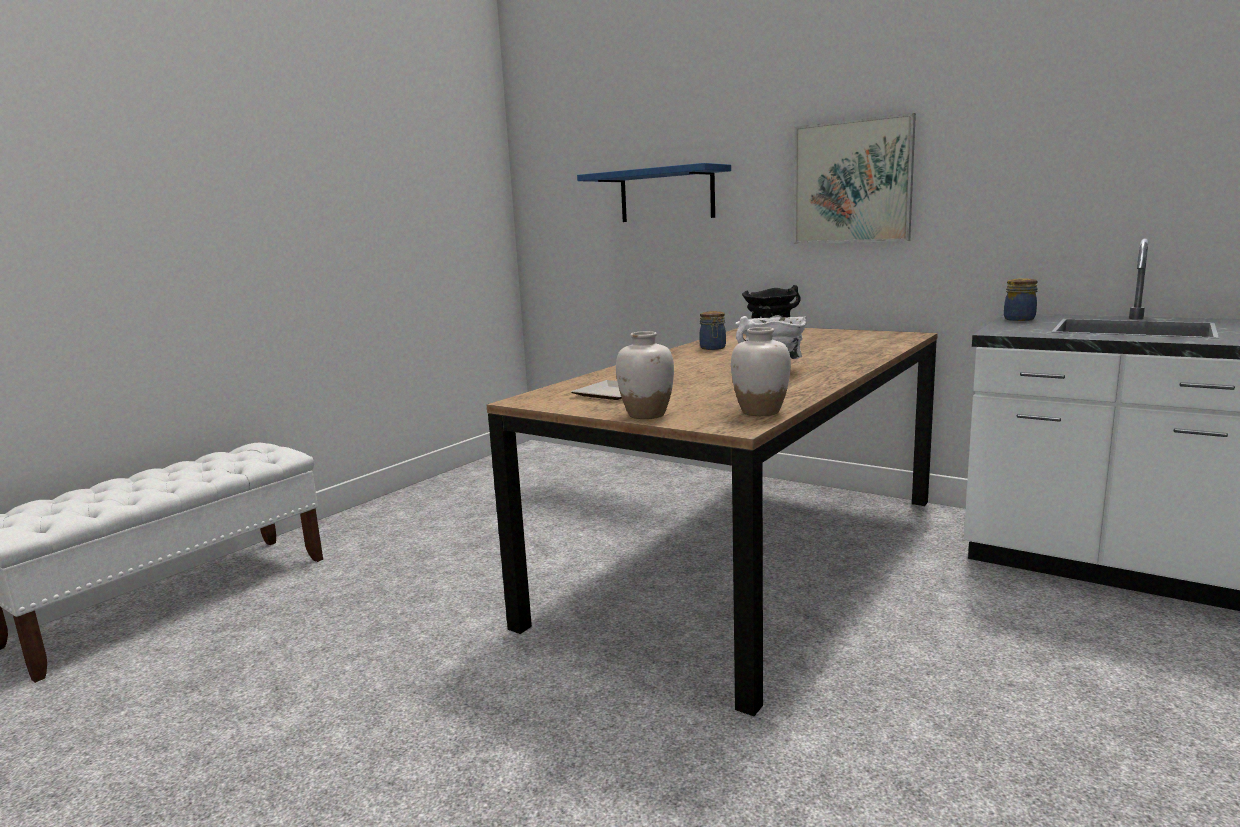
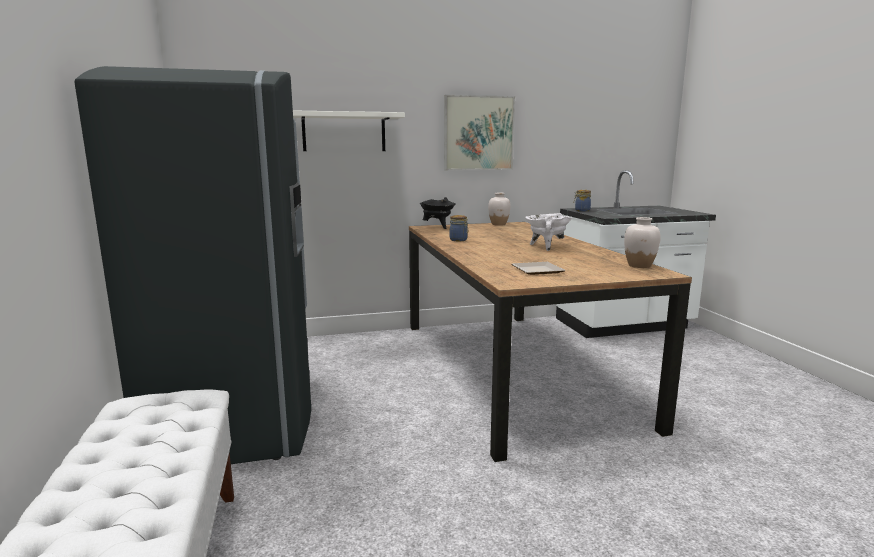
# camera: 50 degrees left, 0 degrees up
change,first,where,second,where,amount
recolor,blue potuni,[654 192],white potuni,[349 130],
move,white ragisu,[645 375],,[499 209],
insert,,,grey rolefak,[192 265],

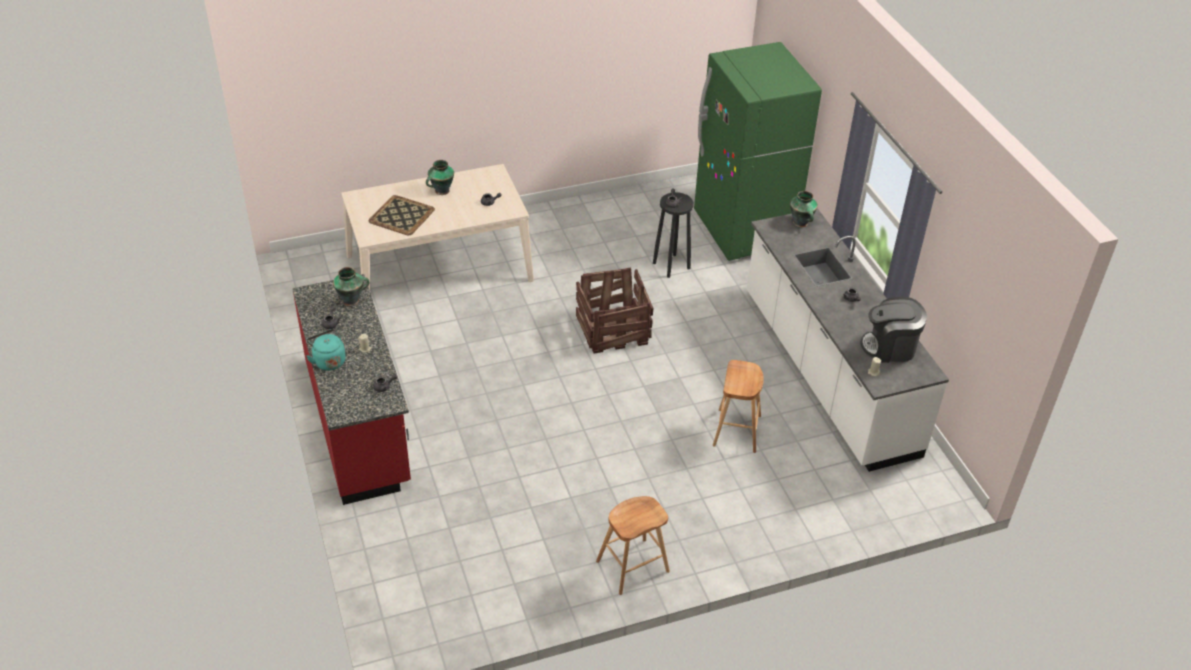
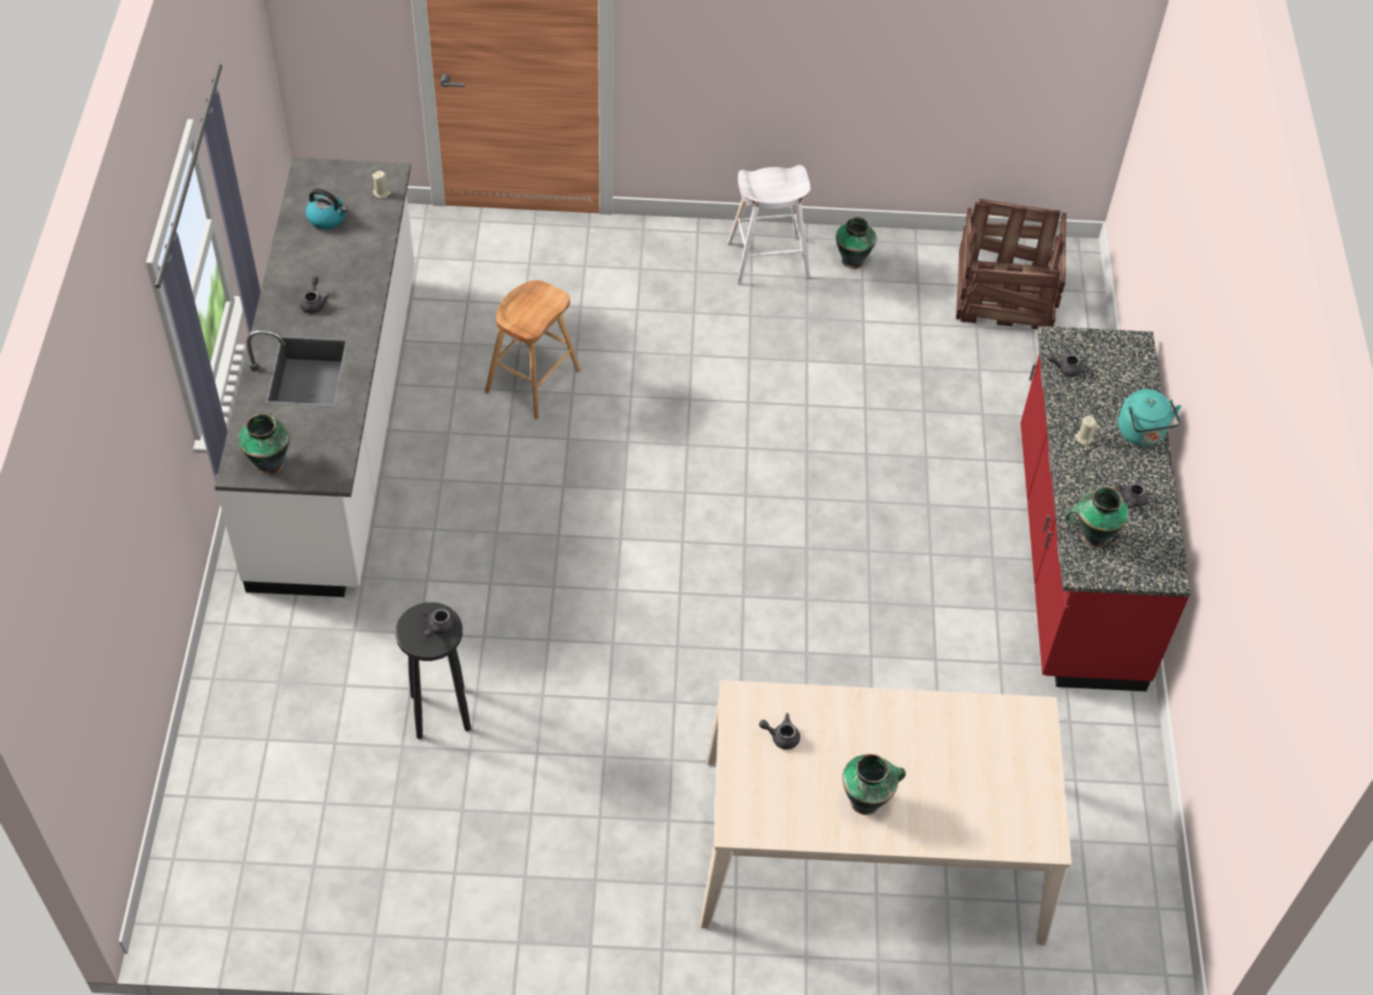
# camera: 160 degrees left, 10 degrees up
change,first,where,second,where,amount
delete,green rolefak,[758 151],,,
delete,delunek,[402 215],,,
move,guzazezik,[615 310],,[1011 264],
replace,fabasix,[894 330],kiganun,[326 209],
recolor,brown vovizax,[633 545],white vovizax,[769 225],
insert,,,ragisu,[856 243],

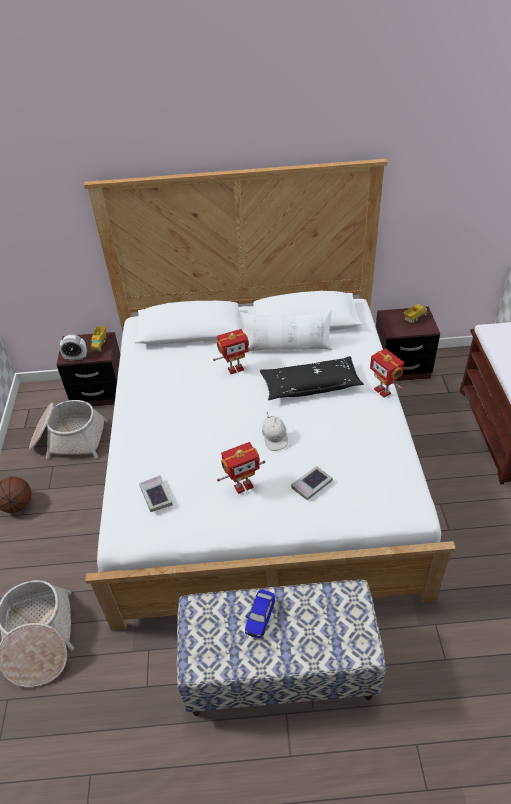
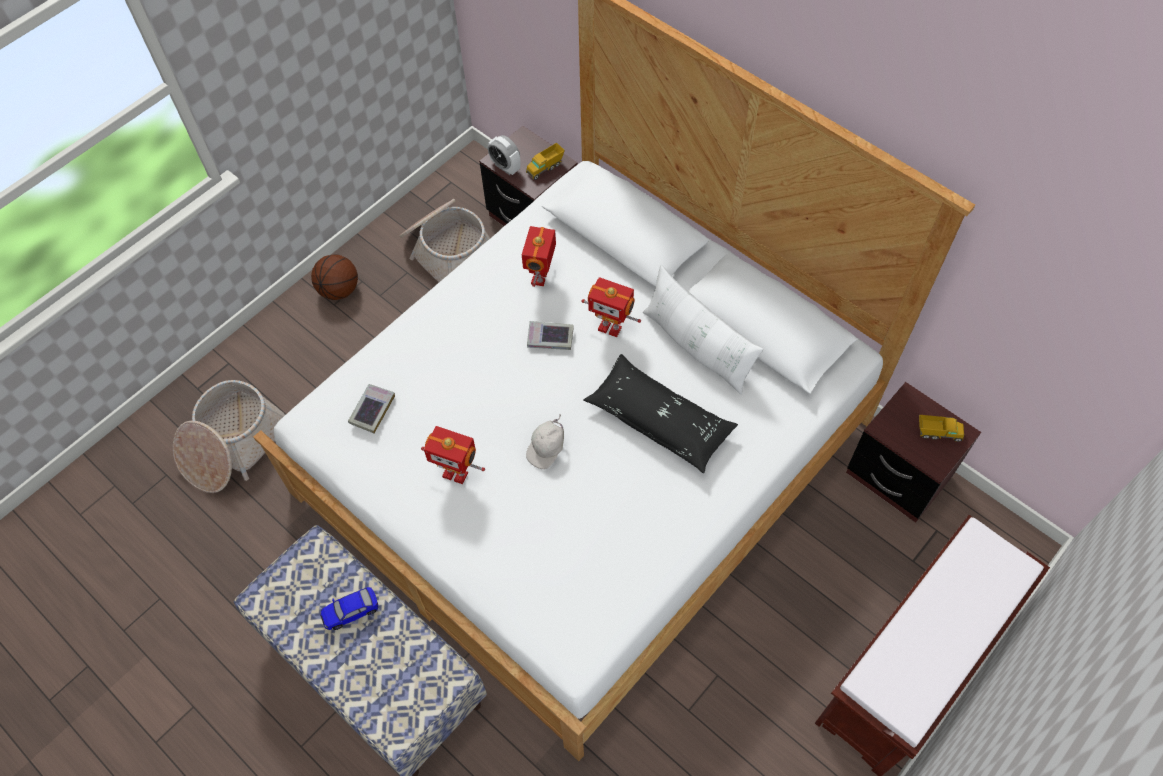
# camera: 45 degrees right, 15 degrees up
change,first,where,second,where,amount
move,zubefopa,[387 373],,[539 256],
move,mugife,[312 483],,[550 335],

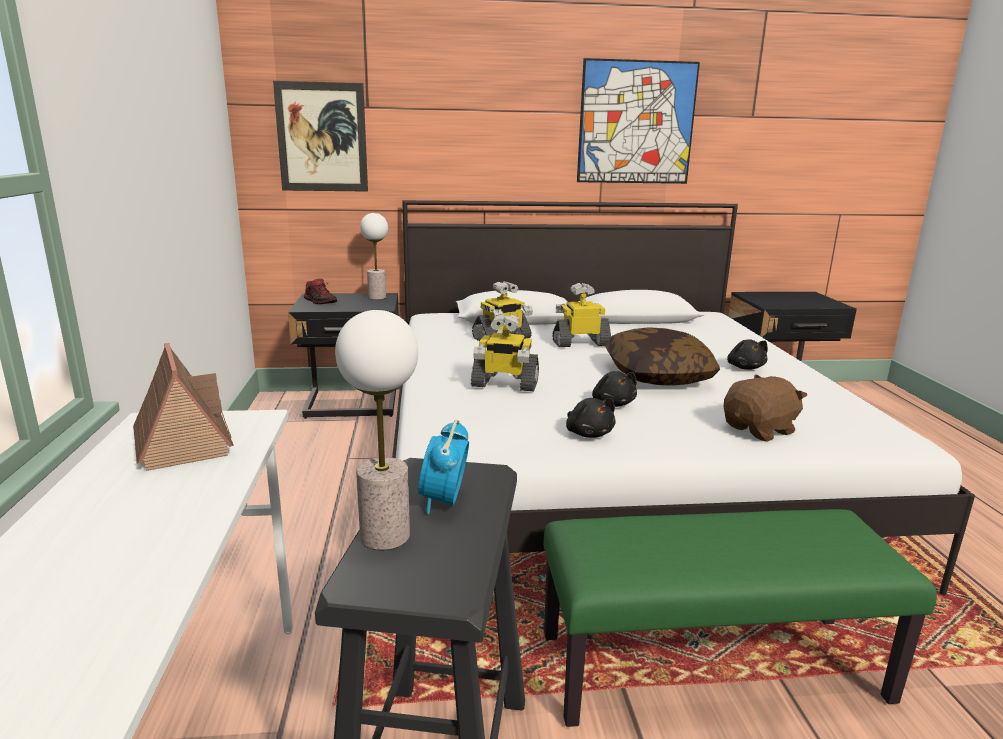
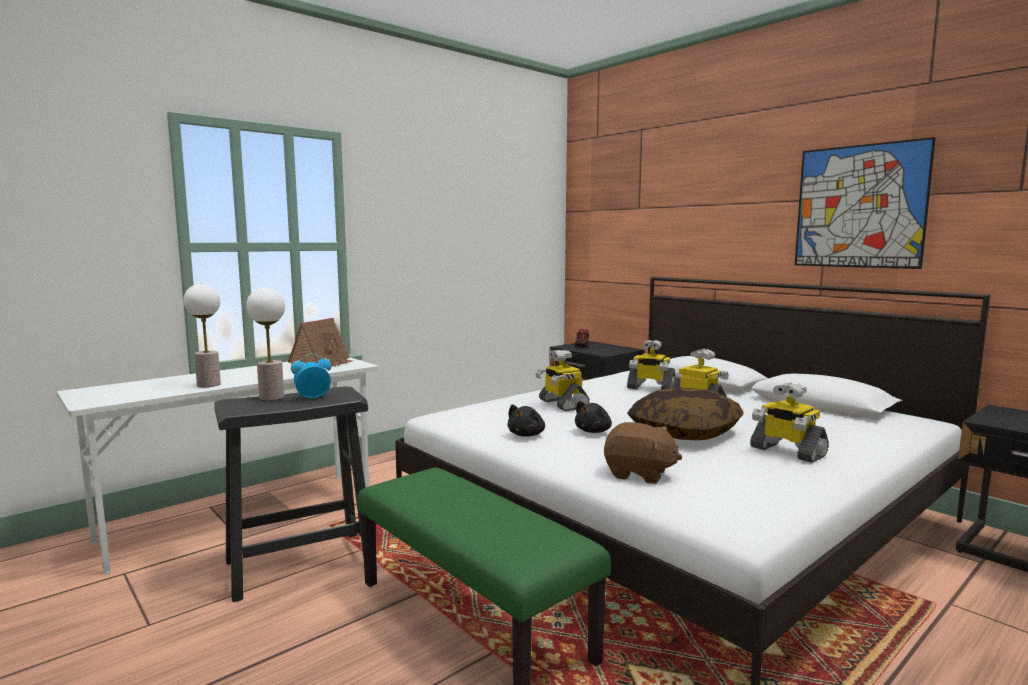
# camera: 55 degrees right, 10 degrees down
change,first,where,second,where,amount
delete,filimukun,[320 136],,,
move,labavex,[374 256],,[202 335],
replace,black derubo,[747 354],zubefopa,[789 422],

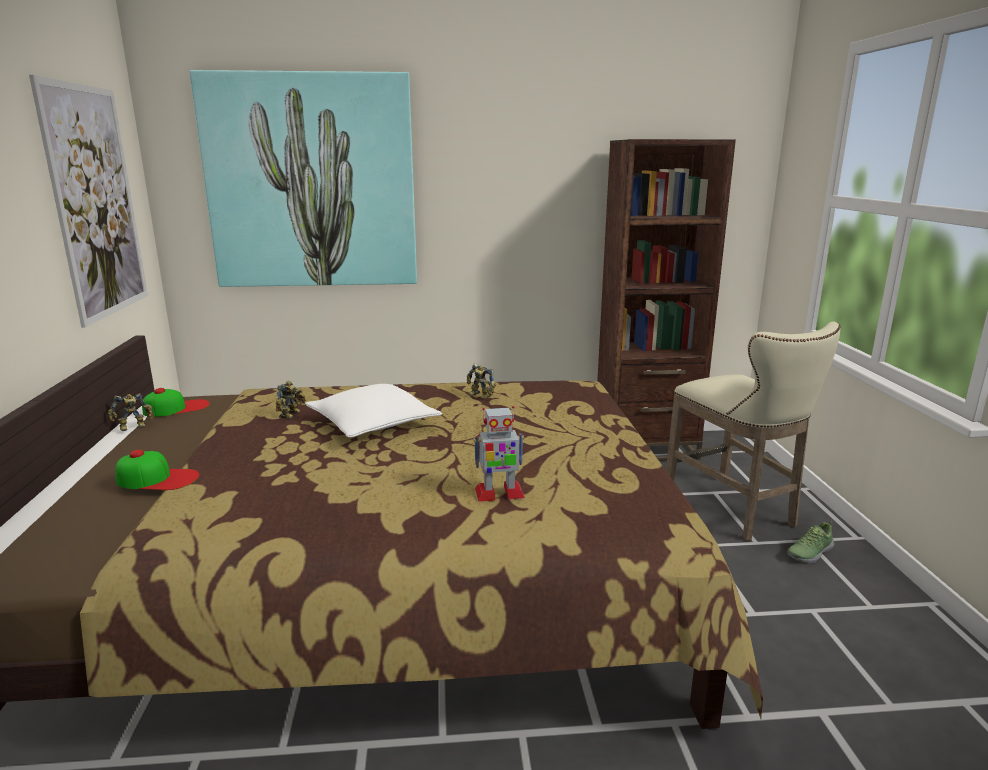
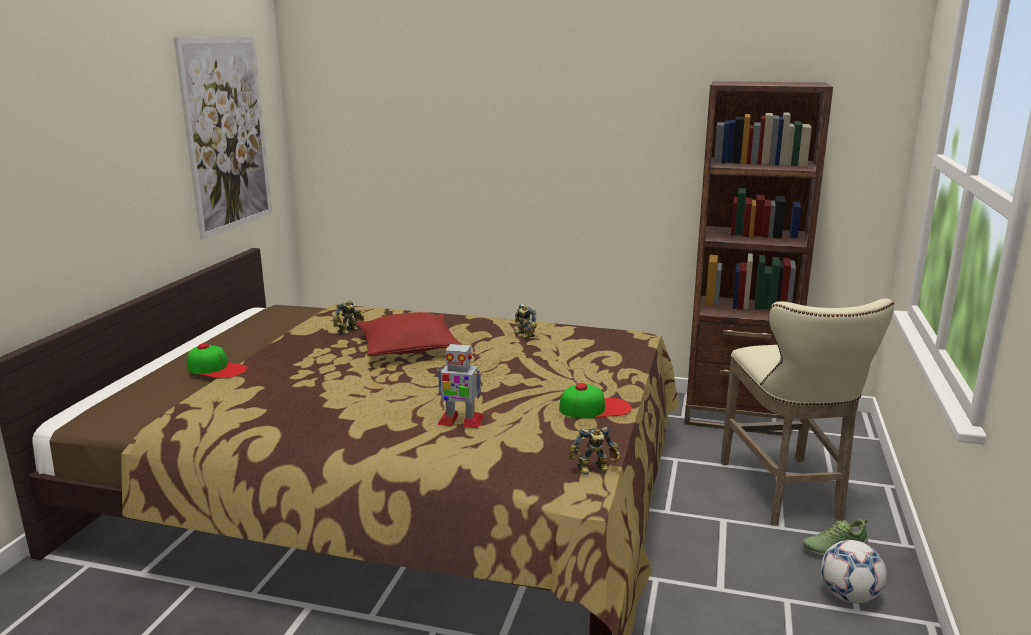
# camera: 20 degrees right, 0 degrees up
change,first,where,second,where,amount
delete,filimukun,[303 178],,,
recolor,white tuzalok,[373 411],red tuzalok,[409 334],
move,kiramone,[176 402],,[595 400],
move,zubefopa,[131 412],,[595 451],
insert,,,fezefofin,[853 571],

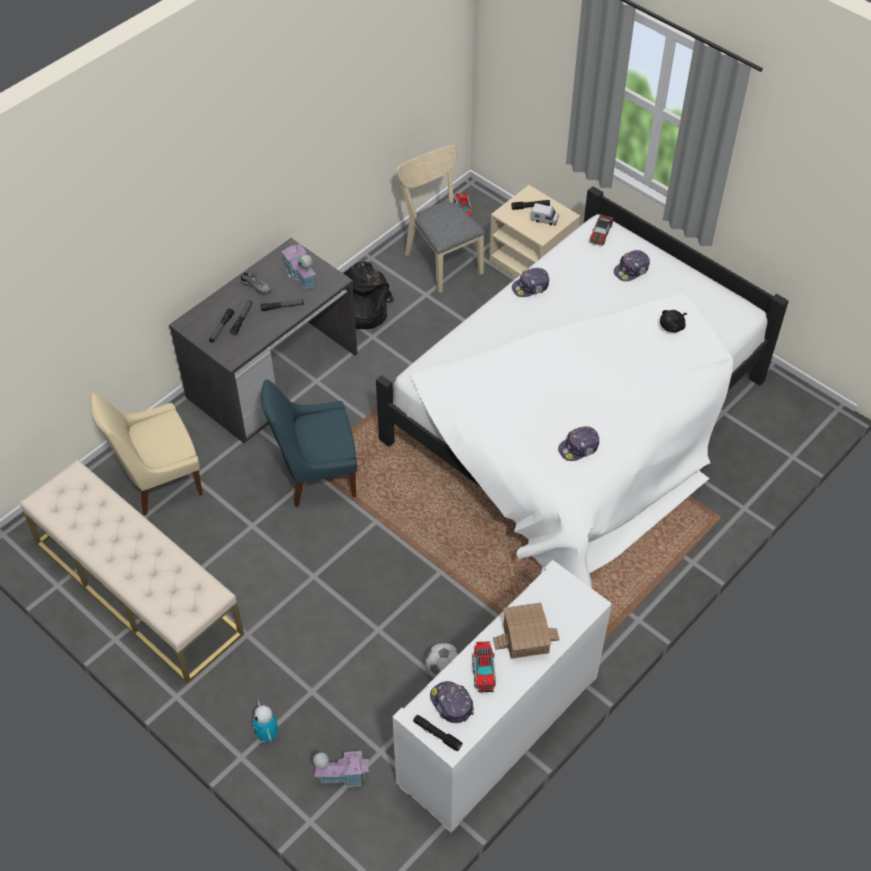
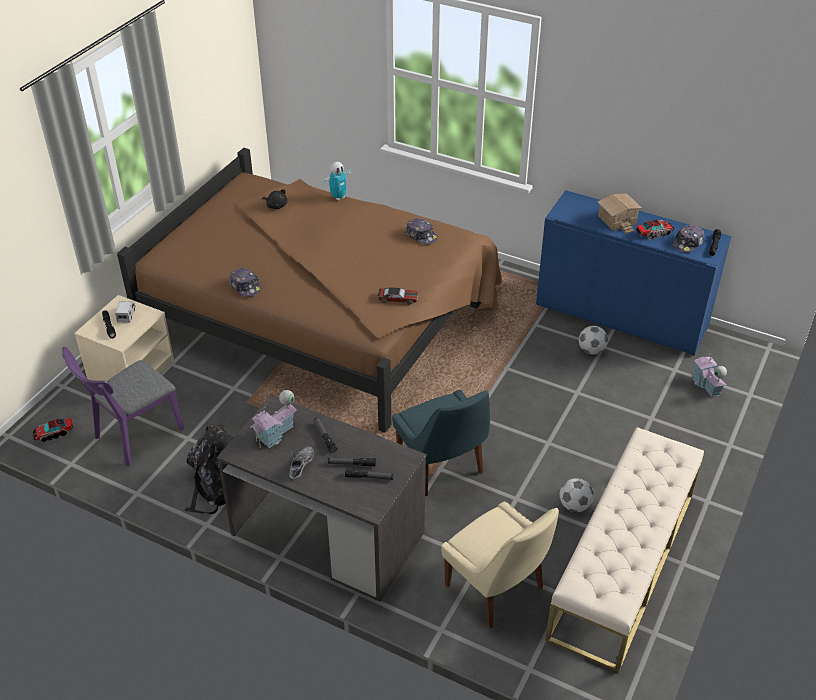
# camera: 105 degrees left, 10 degrees down
change,first,where,second,where,amount
recolor,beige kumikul,[441 219],purple kumikul,[123 407],
recolor,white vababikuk,[582 387],brown vababikuk,[309 290],
move,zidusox,[601 230],,[398 296],
delete,kiramone,[632 265],,,
recolor,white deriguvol,[502 696],blue deriguvol,[634 273],
move,zubefopa,[265 720],,[337 181],
insert,,,fezefofin,[577 495],

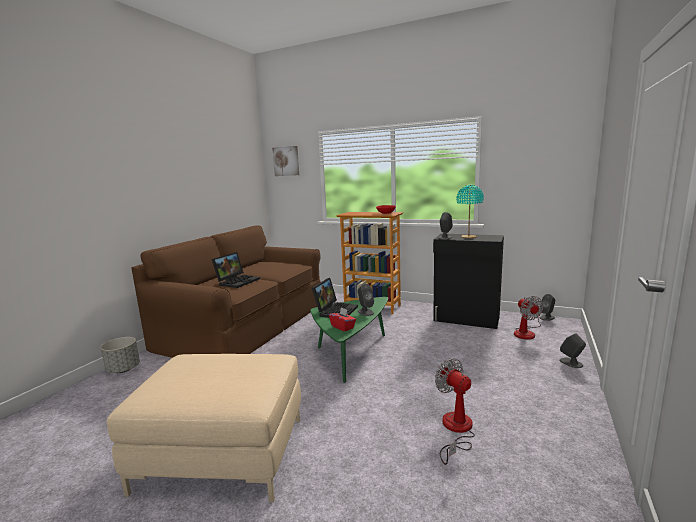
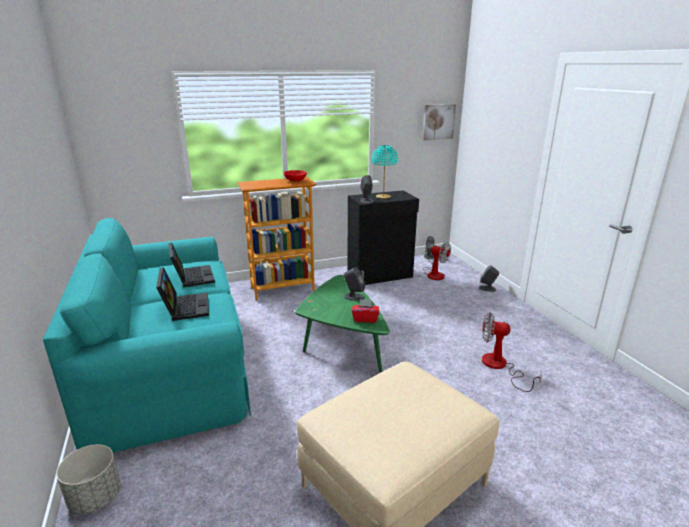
# camera: 45 degrees left, 10 degrees up
change,first,where,second,where,amount
move,filimukun,[285 161],,[439 122],
recolor,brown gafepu,[225 291],turquoise gafepu,[147 335],
move,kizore,[335 298],,[191 265],

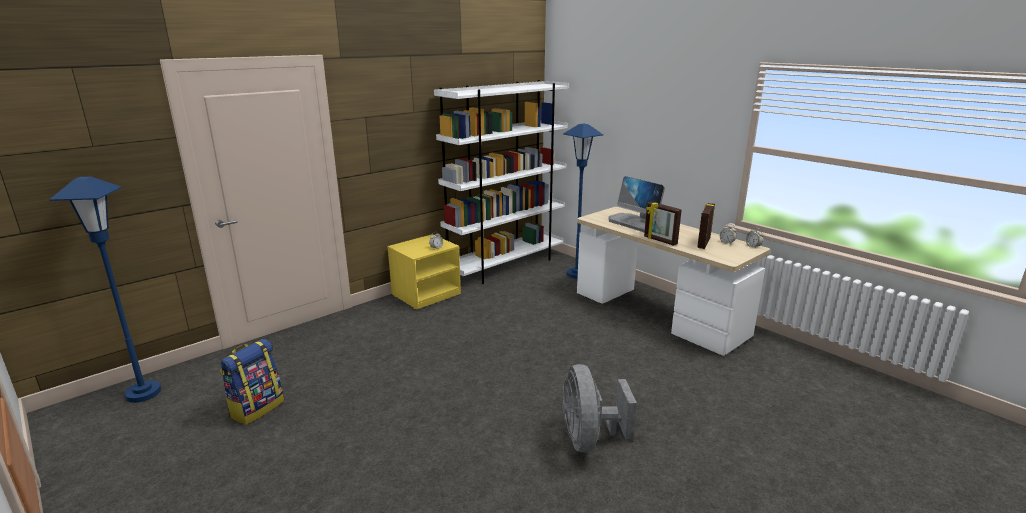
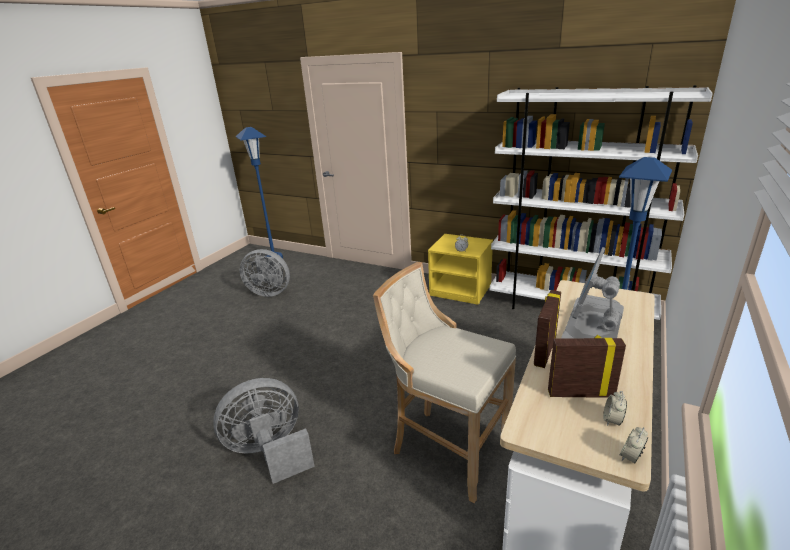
# camera: 70 degrees right, 5 degrees up
change,first,where,second,where,amount
replace,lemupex,[252 382],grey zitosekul,[265 273],
insert,,,beige vovizax,[444 383],

